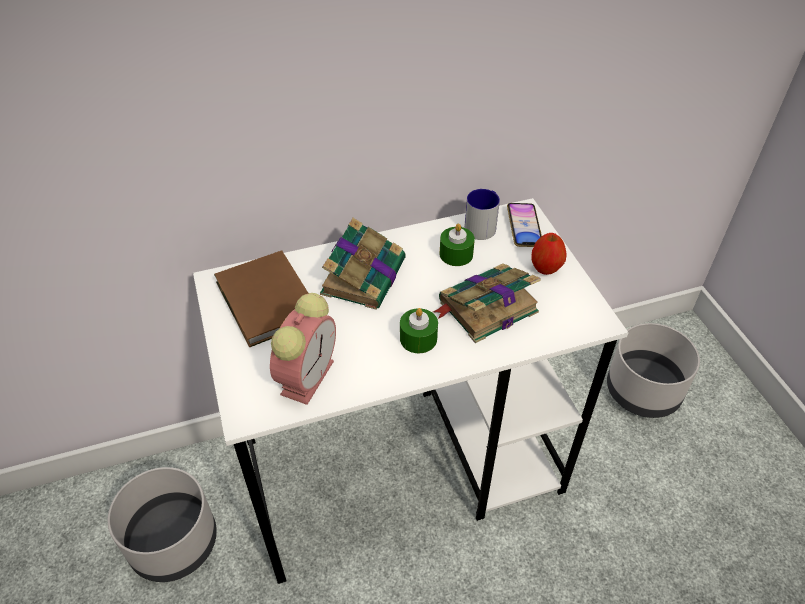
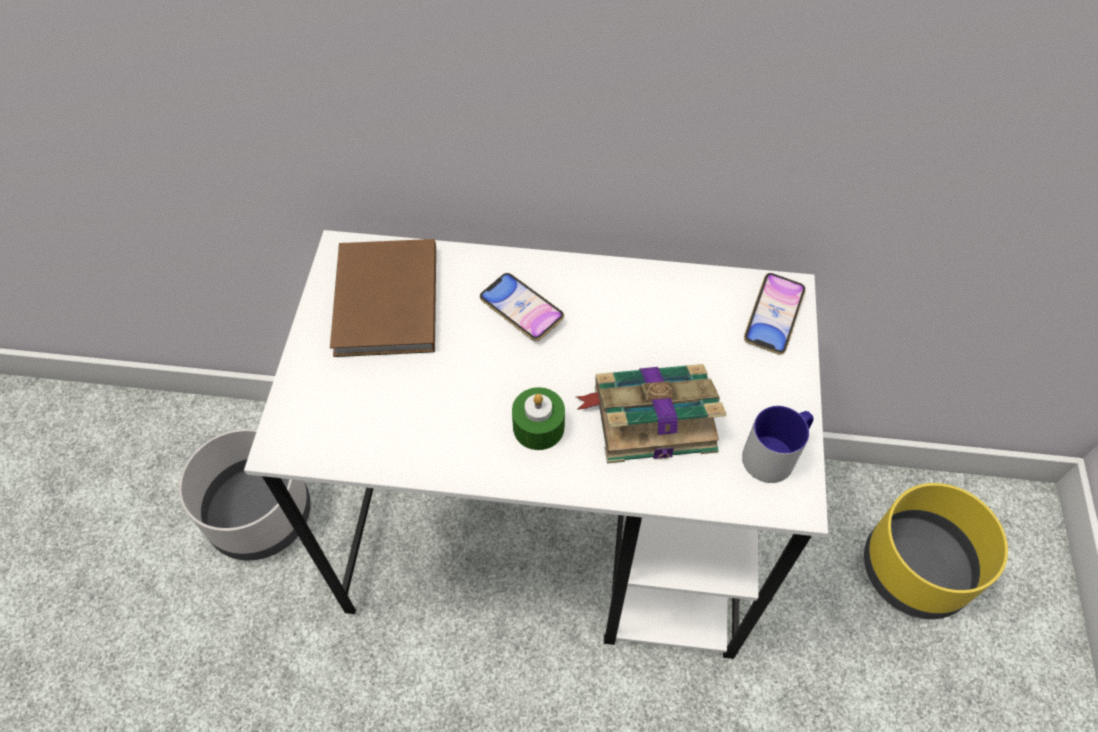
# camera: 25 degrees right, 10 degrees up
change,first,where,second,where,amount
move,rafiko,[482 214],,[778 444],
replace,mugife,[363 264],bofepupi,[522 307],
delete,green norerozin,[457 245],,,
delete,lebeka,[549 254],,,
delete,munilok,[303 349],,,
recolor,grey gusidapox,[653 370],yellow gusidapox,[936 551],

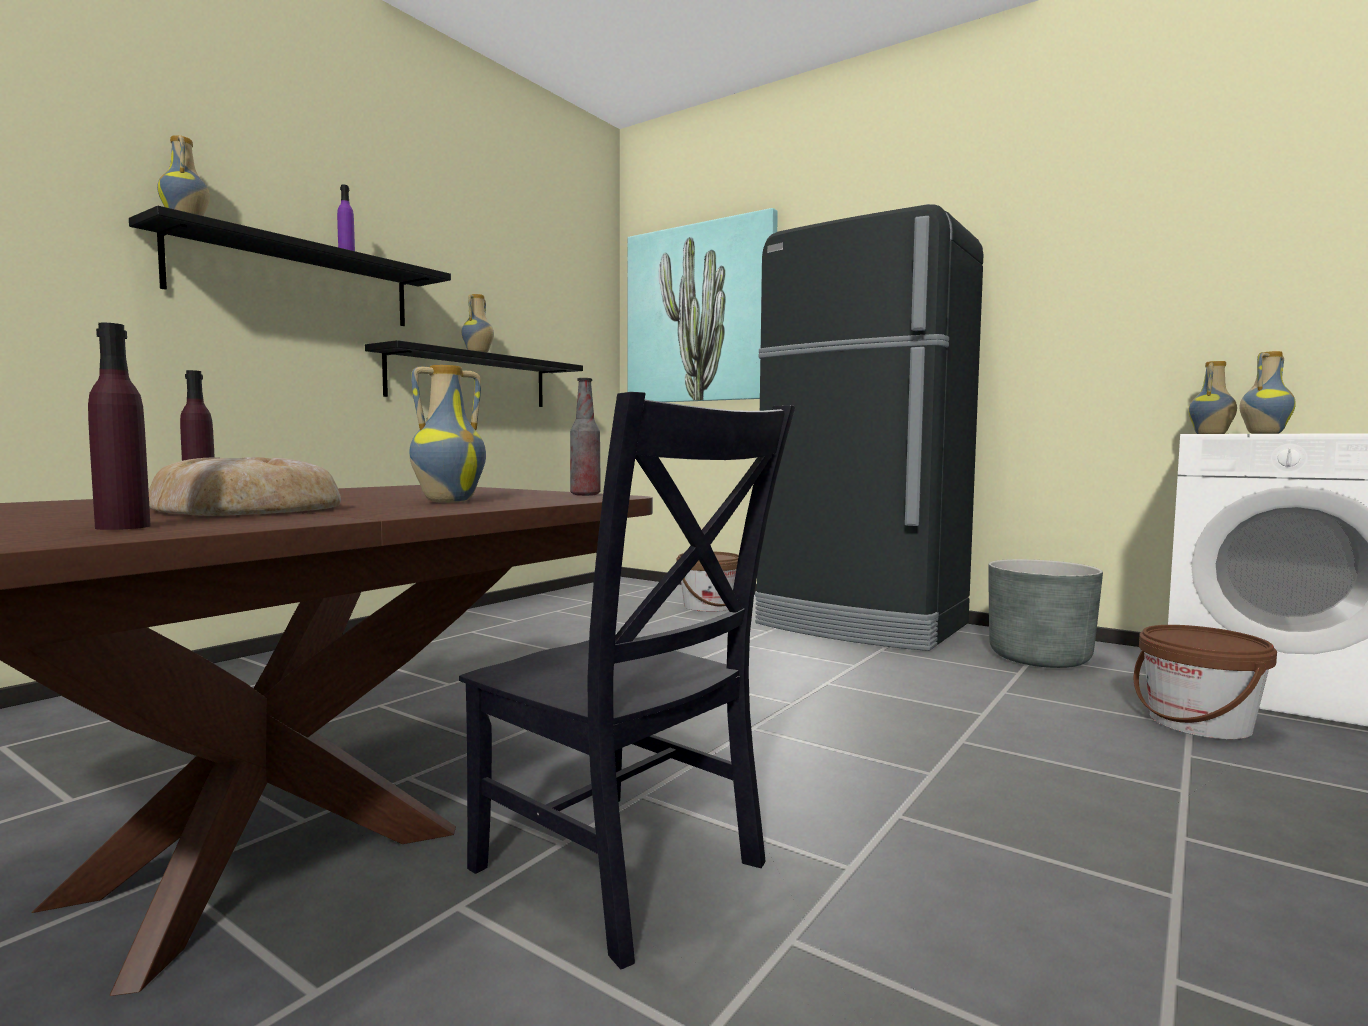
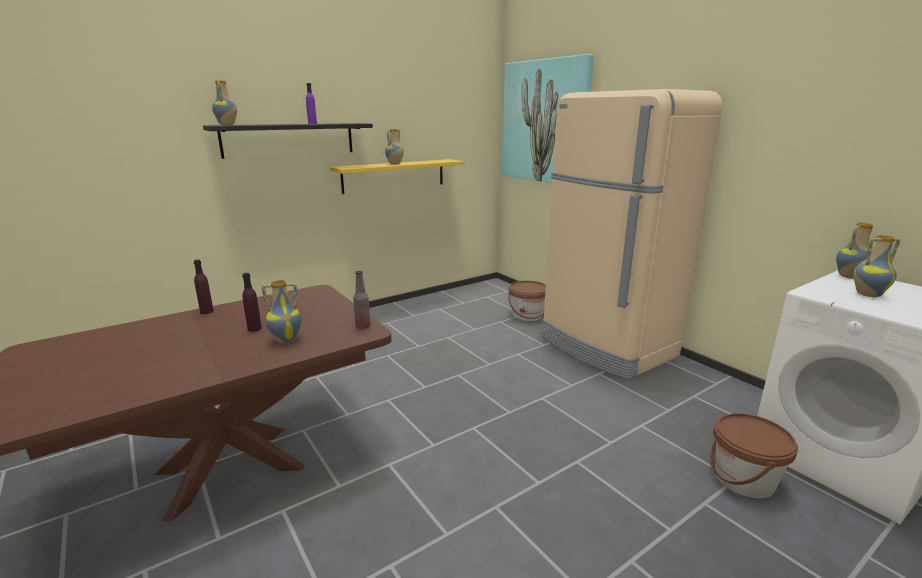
# camera: 20 degrees right, 15 degrees up
change,first,where,second,where,amount
recolor,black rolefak,[869 427],beige rolefak,[632 234],
move,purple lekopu,[119 426],,[252 302],
recolor,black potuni,[474 373],yellow potuni,[397 176],
delete,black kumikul,[627 680],,,
delete,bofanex,[245 486],,,
delete,grey gusidapox,[1045 613],,,

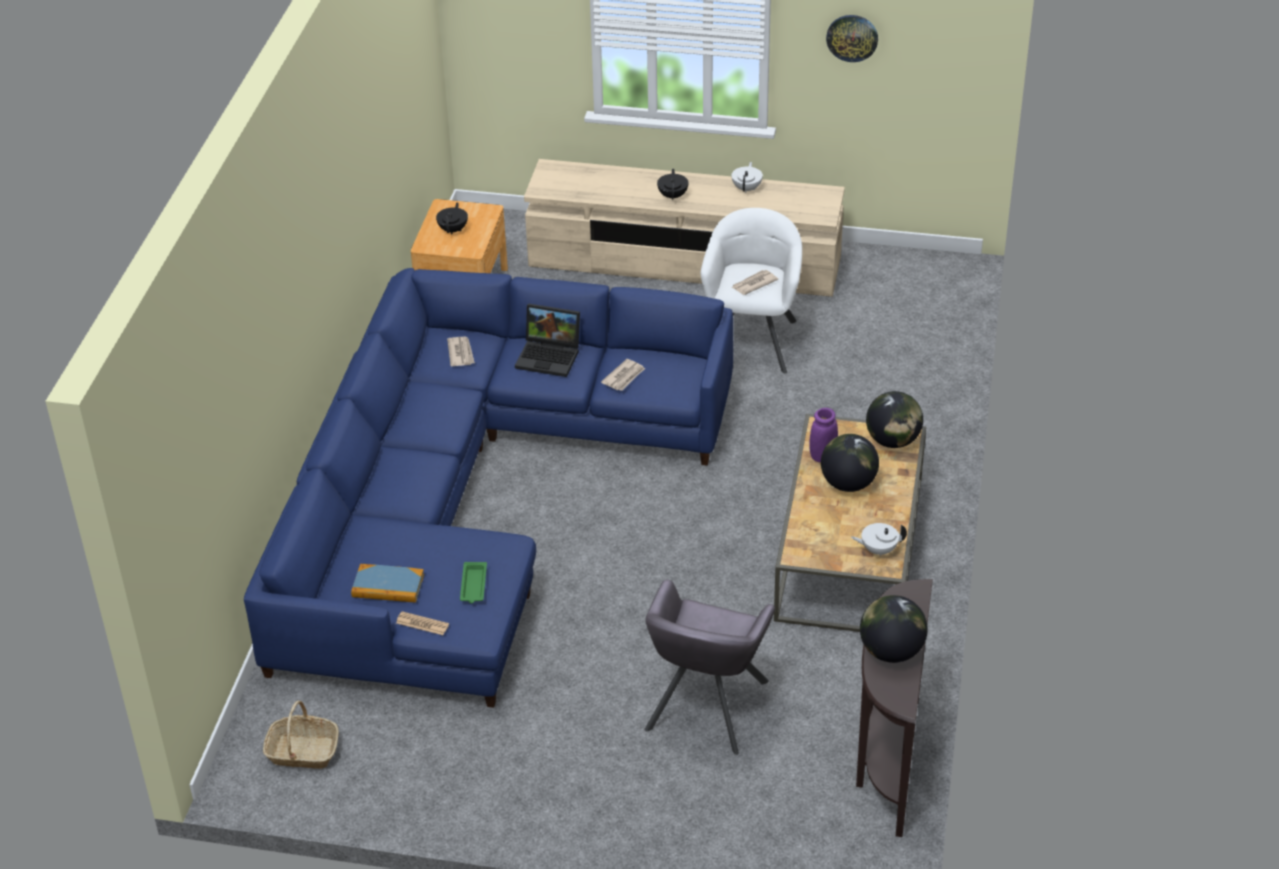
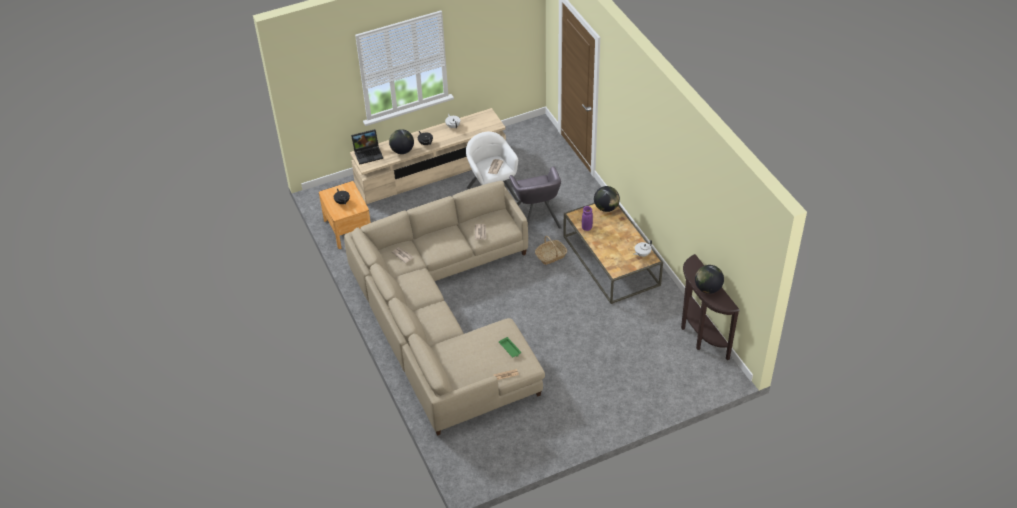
# camera: 35 degrees left, 5 degrees up
change,first,where,second,where,amount
delete,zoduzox,[852 38],,,
recolor,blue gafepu,[488 488],beige gafepu,[444 308],
move,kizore,[547 340],,[367 147],
move,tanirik,[850 463],,[401 141],
delete,mugife,[387 583],,,
move,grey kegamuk,[709 667],,[535 197],
move,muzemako,[301 735],,[551 250],

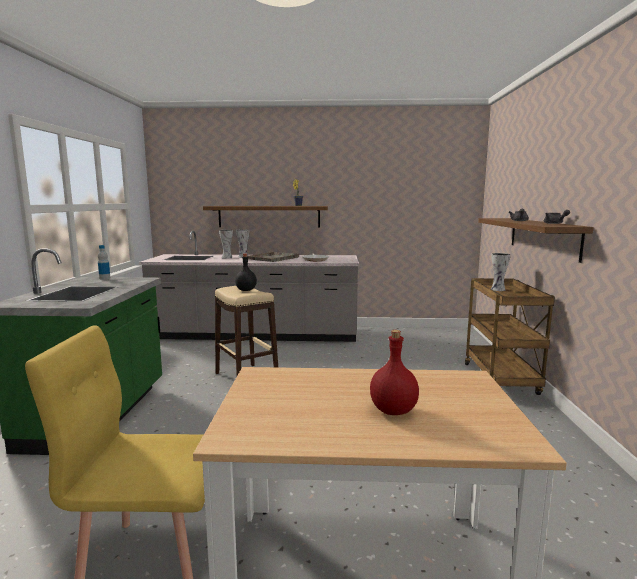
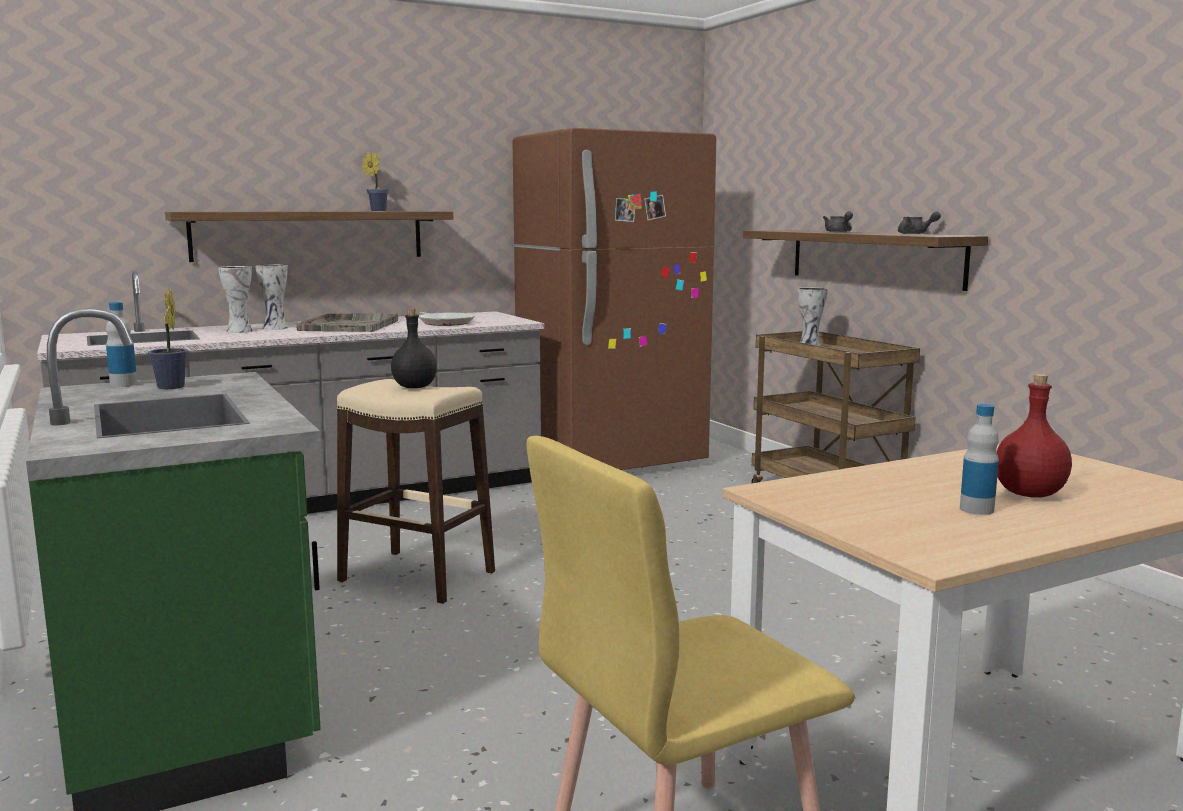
# camera: 30 degrees left, 0 degrees up
change,first,where,second,where,amount
insert,,,brown rolefak,[614 299],
insert,,,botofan,[168 338],
insert,,,lekopu,[979 459],

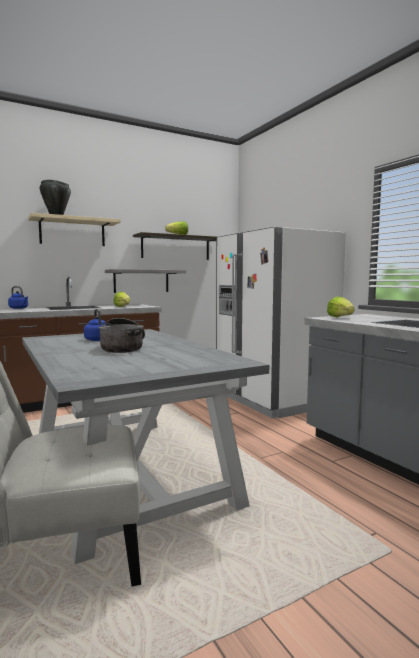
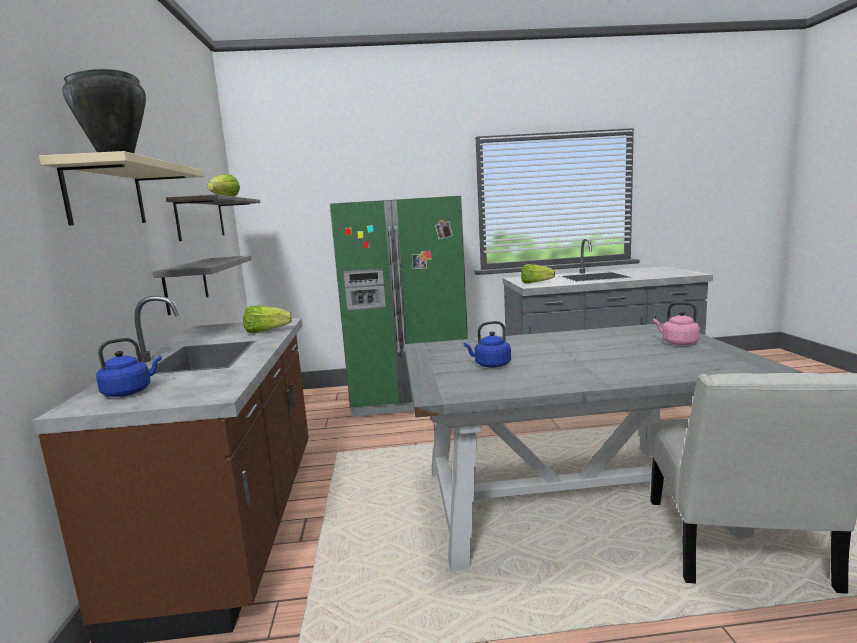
# camera: 65 degrees left, 5 degrees up
change,first,where,second,where,amount
recolor,white rolefak,[281 322],green rolefak,[399 306],
delete,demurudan,[121 335],,,
insert,,,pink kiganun,[677 323],

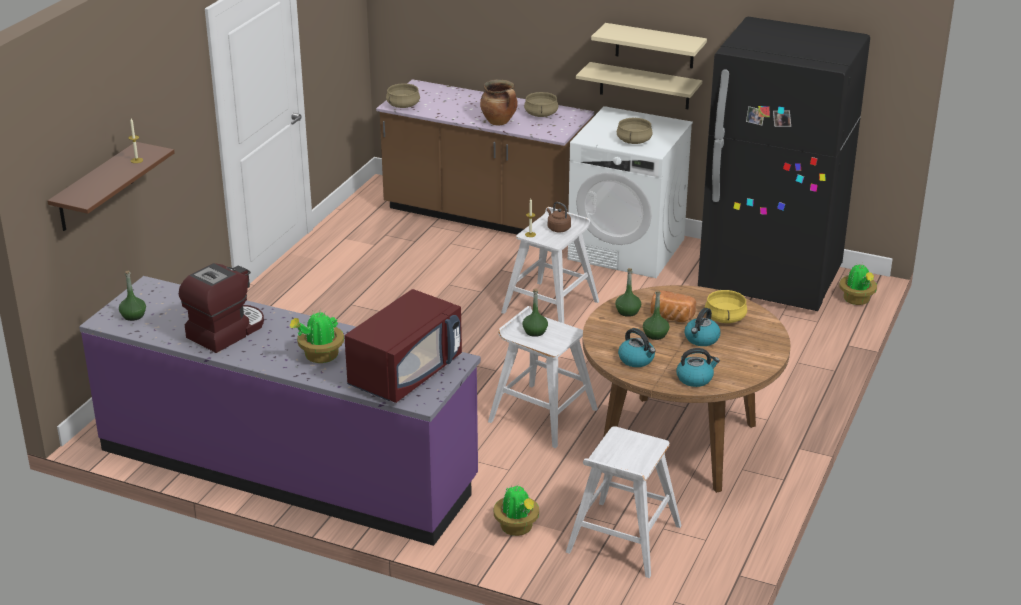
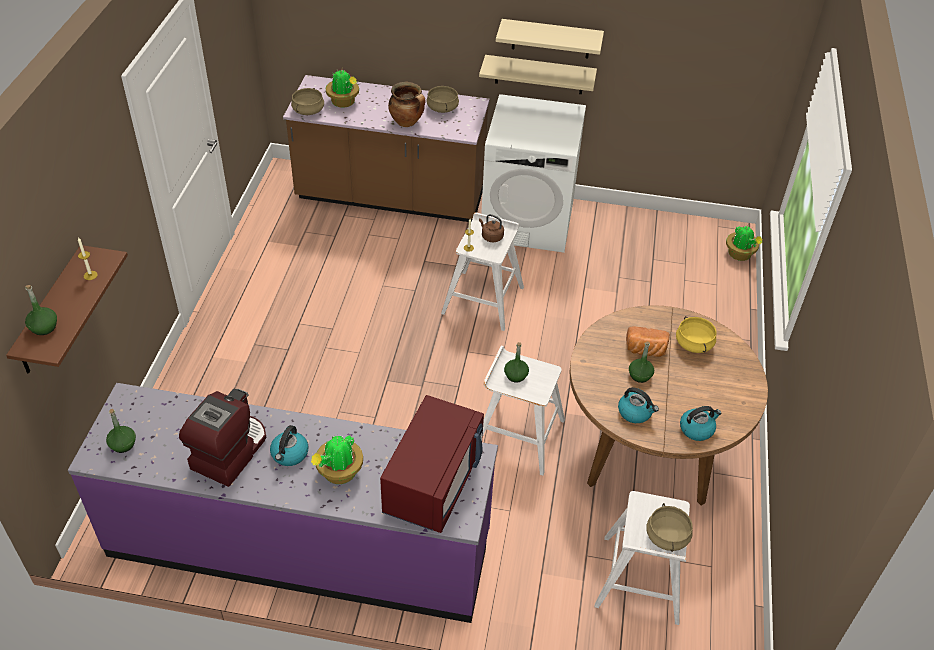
# camera: 15 degrees left, 15 degrees up
change,first,where,second,where,amount
delete,black rolefak,[784 164],,,
move,beige demurudan,[635 131],,[670 527],
move,green lekopu,[628 292],,[41 310],
move,kiganun,[703 327],,[289 445],
move,botofan,[516 509],,[342 89],

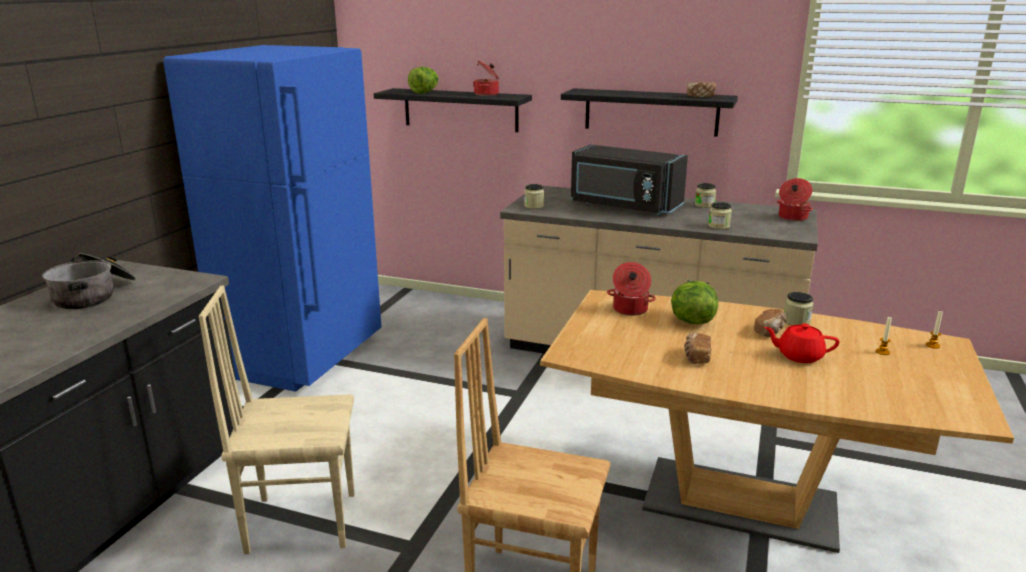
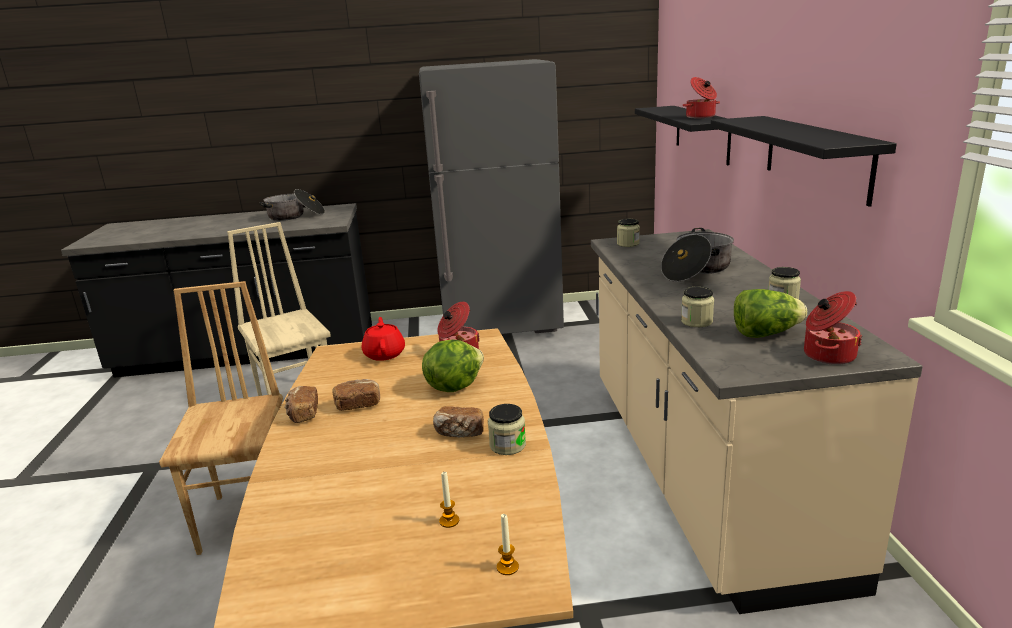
# camera: 65 degrees right, 0 degrees up
change,first,where,second,where,amount
recolor,blue rolefak,[272 218],grey rolefak,[491 196],
move,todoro,[423 80],,[770 313],
move,bofanex,[701 89],,[301 404],
replace,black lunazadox,[629 180],demurudan,[697 255],
move,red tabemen,[801 343],,[383 339],

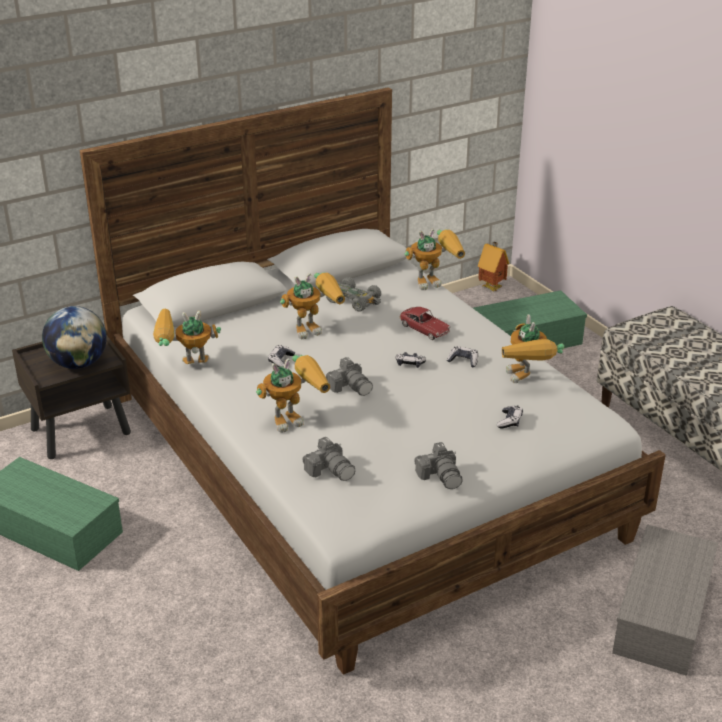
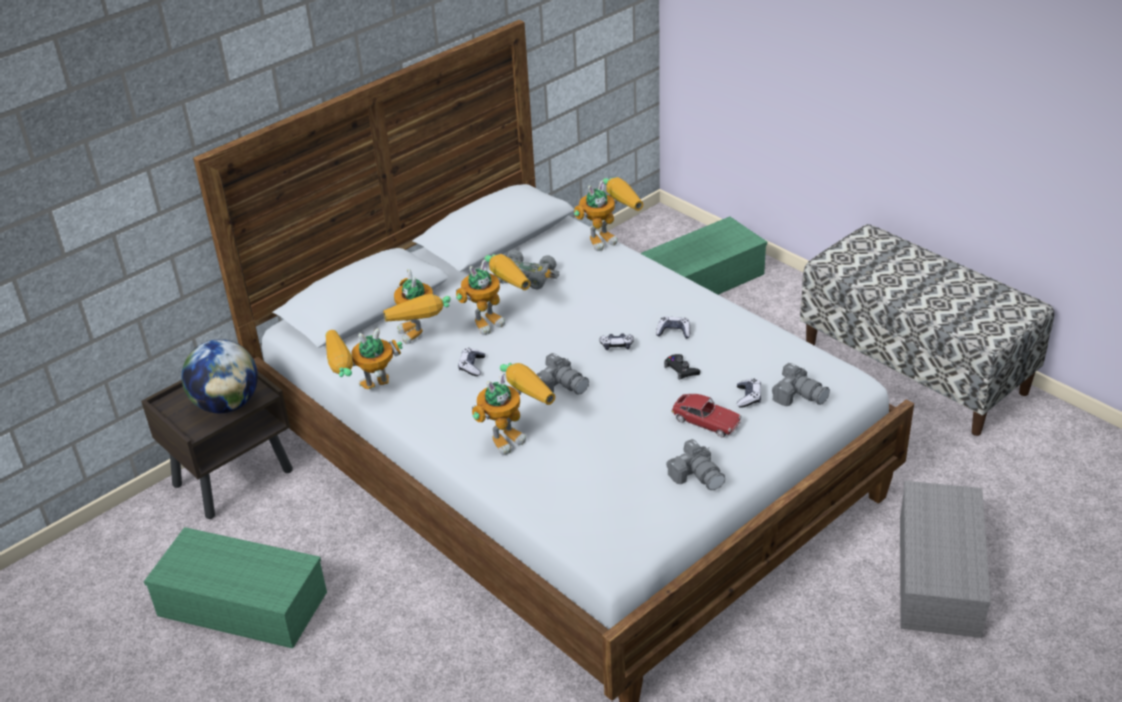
# camera: 10 degrees left, 5 degrees up
change,first,where,second,where,amount
delete,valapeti,[493 266],,,
move,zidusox,[425 323],,[706 415],
move,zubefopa,[533 348],,[417 306],
move,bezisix,[328 459],,[801 384],
insert,,,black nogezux,[682 367],

